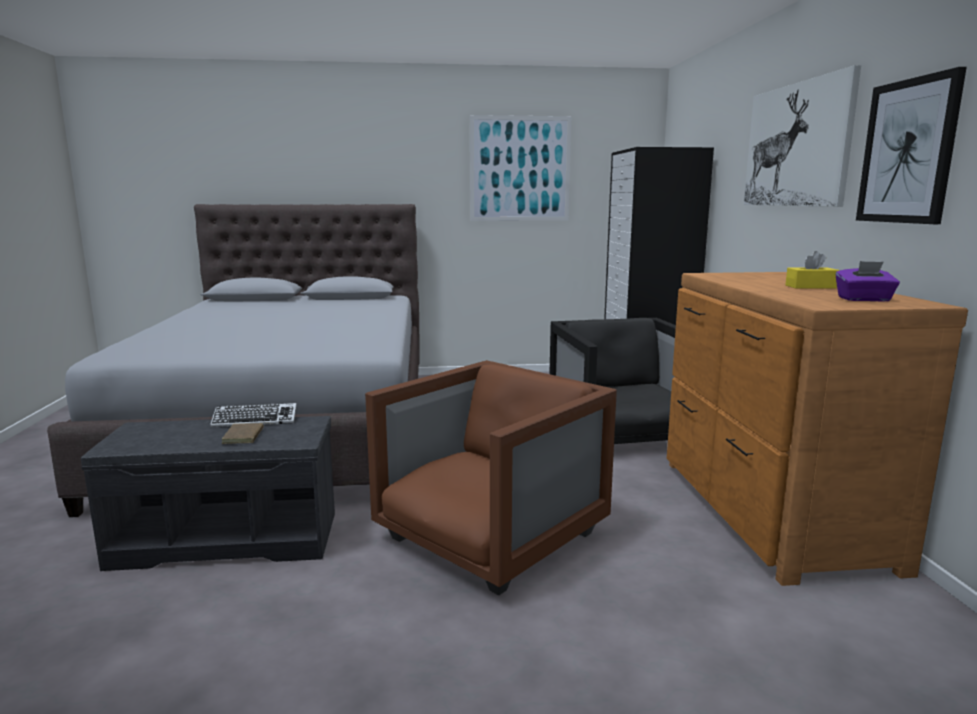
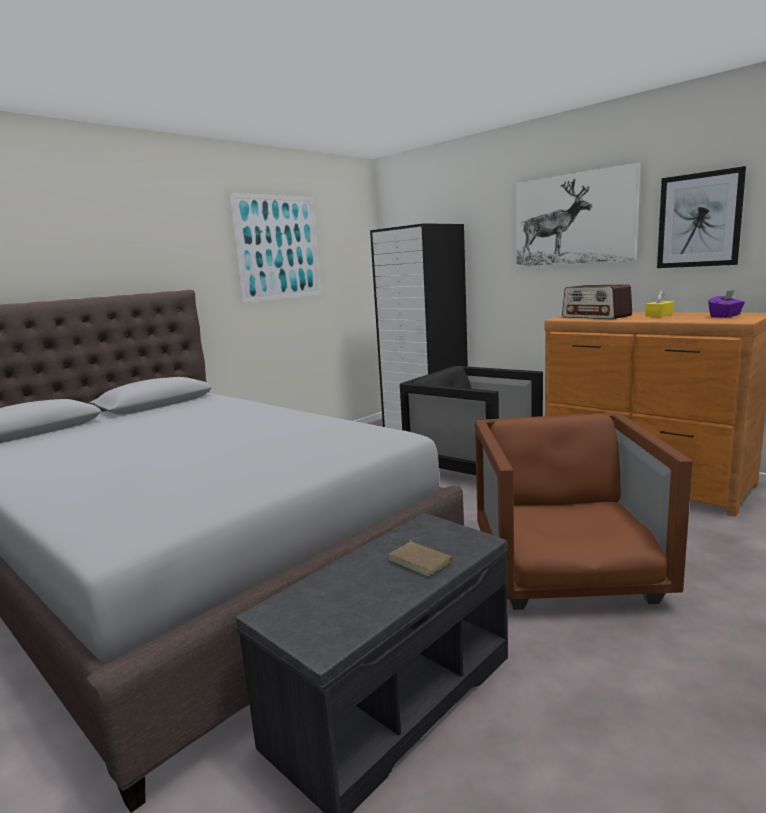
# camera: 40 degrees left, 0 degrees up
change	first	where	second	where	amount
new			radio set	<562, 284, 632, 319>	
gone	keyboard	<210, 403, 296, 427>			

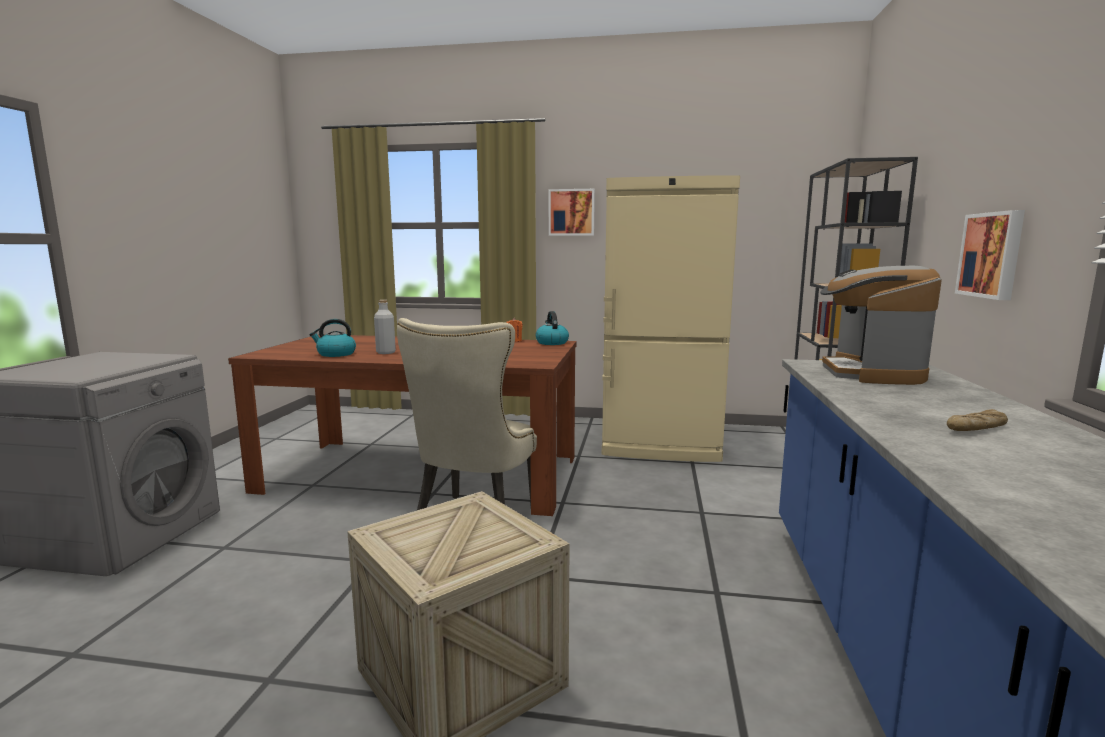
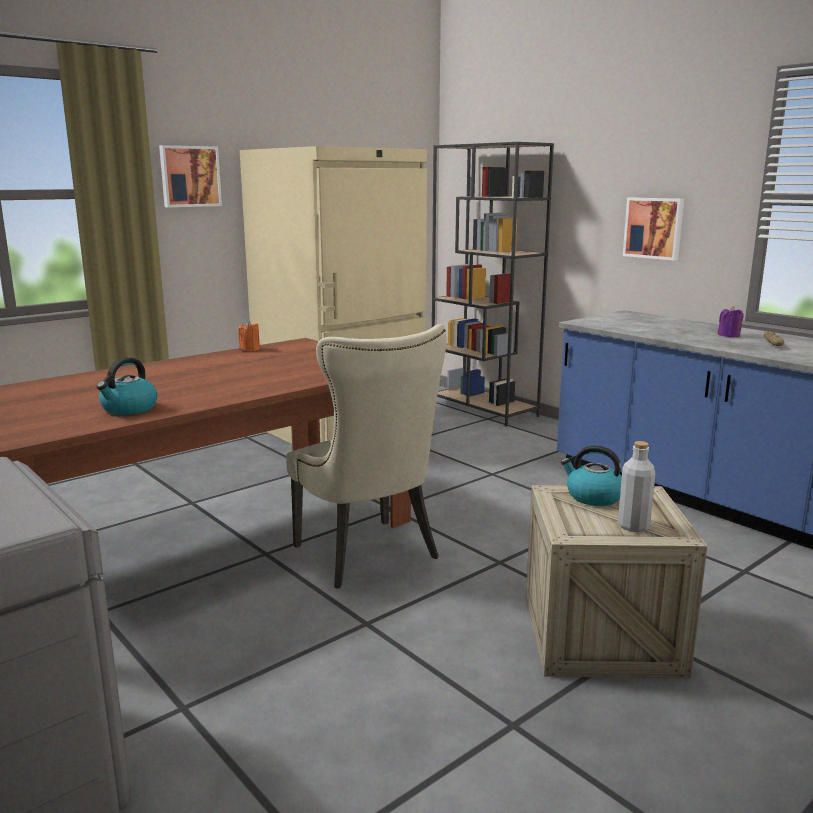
# camera: 50 degrees left, 5 degrees up
change	first	where	second	where	amount
shifted	tea kettle	<536, 311, 569, 345>		<561, 445, 622, 506>	
shifted	greyish drink bottle	<374, 300, 396, 354>		<618, 441, 655, 532>	
new			purple candle	<718, 306, 744, 337>	
gone	coffee maker	<820, 266, 942, 385>			

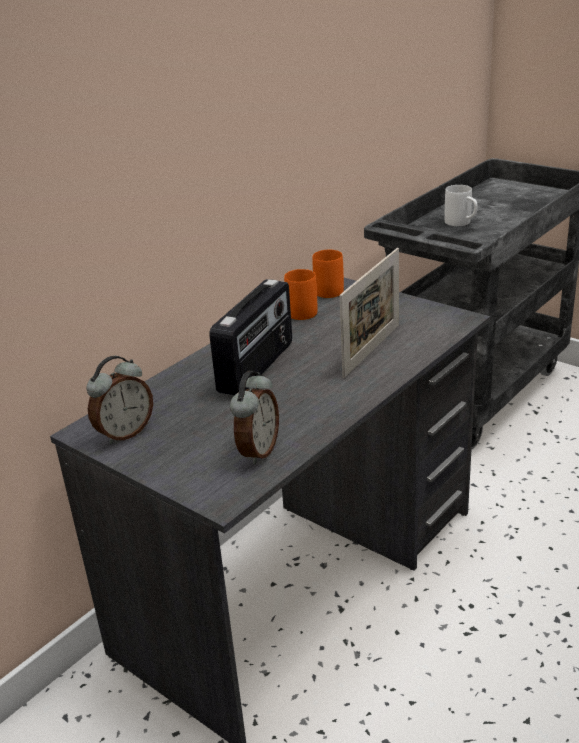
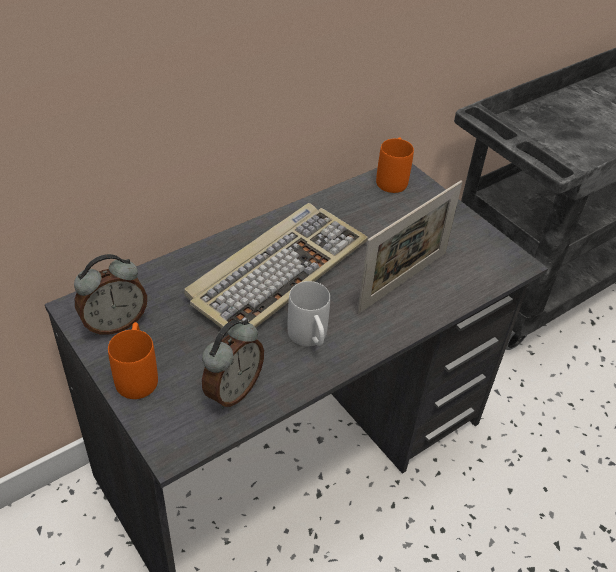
# camera: 10 degrees right, 15 degrees up
change	first	where	second	where	amount
shifted	orange-coloured mug	<284, 269, 318, 320>		<108, 322, 158, 399>	
swapped	radio set	<209, 279, 292, 396>	keyboard	<184, 203, 368, 329>	
shifted	white mug	<444, 185, 478, 226>		<287, 281, 330, 346>	

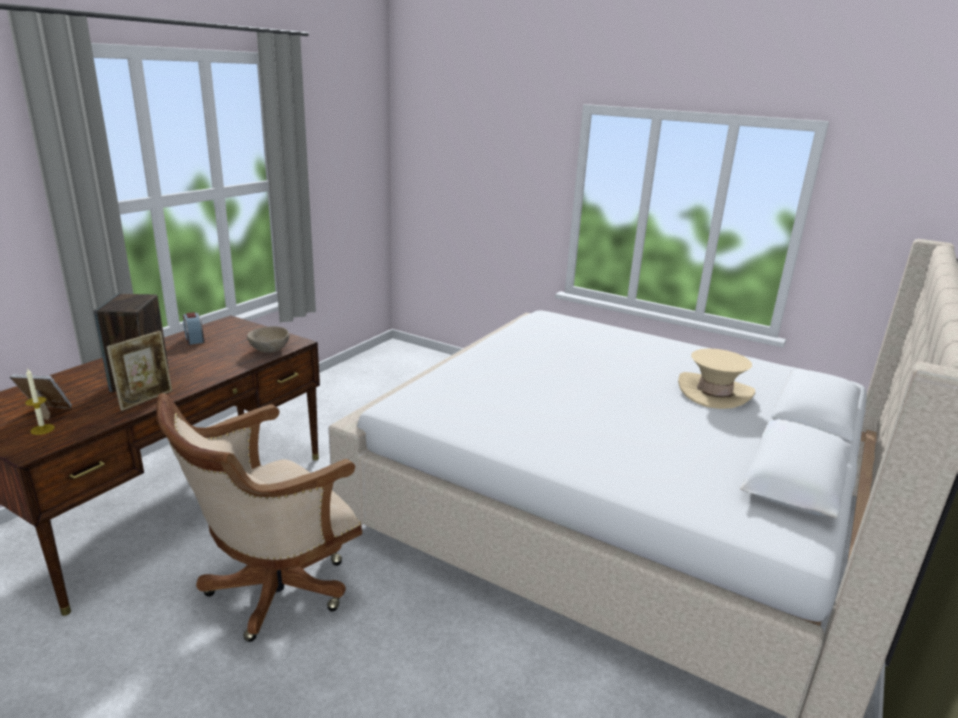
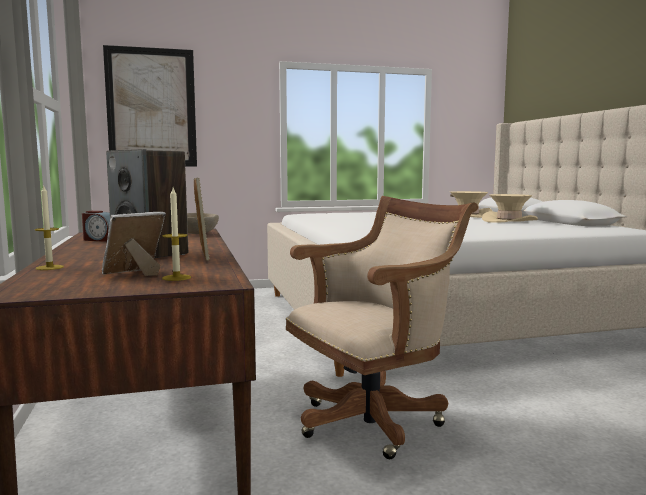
# camera: 45 degrees left, 15 degrees down
change	first	where	second	where	amount
new			candle	<35, 186, 64, 270>	
new			picture	<103, 45, 197, 166>	
rotated	office chair	<156, 393, 362, 642>		<286, 196, 478, 459>	120 degrees counterclockwise
new			sand-coloured clothing hat	<482, 194, 538, 223>	

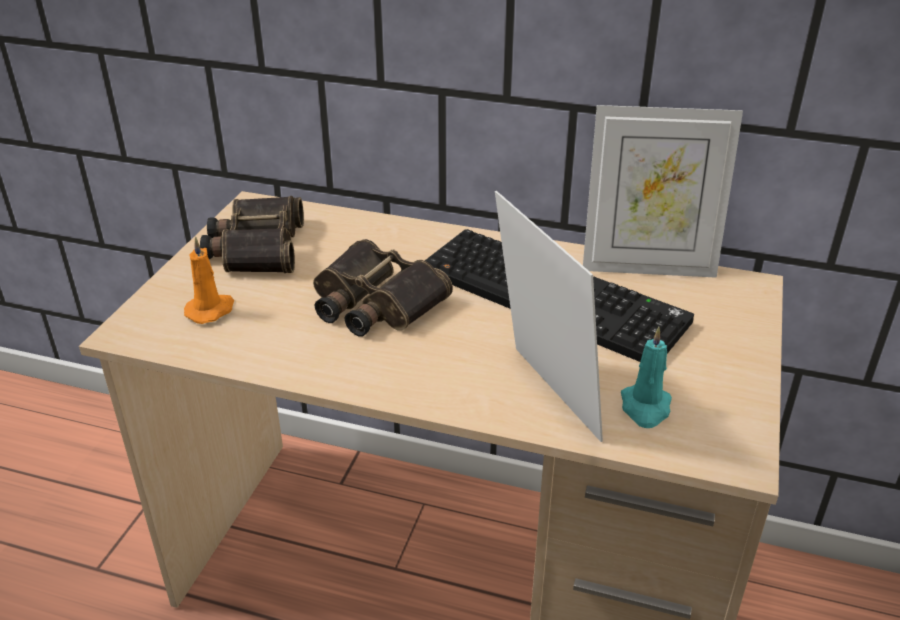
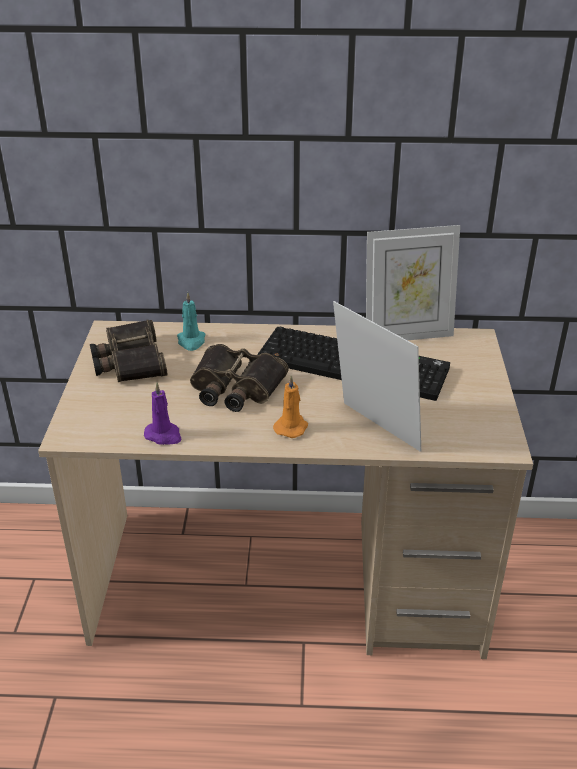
# camera: 15 degrees left, 0 degrees up
change	first	where	second	where	amount
new			purple candle	<144, 382, 182, 445>	
shifted	blue-green candle	<621, 327, 672, 428>		<177, 292, 205, 351>	
shifted	orange-coloured candle	<184, 236, 234, 324>		<273, 375, 308, 438>	

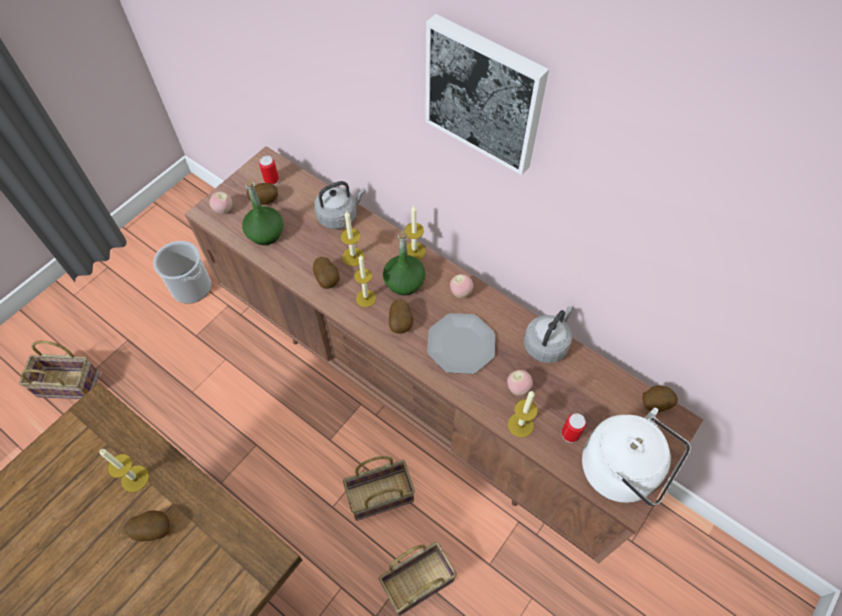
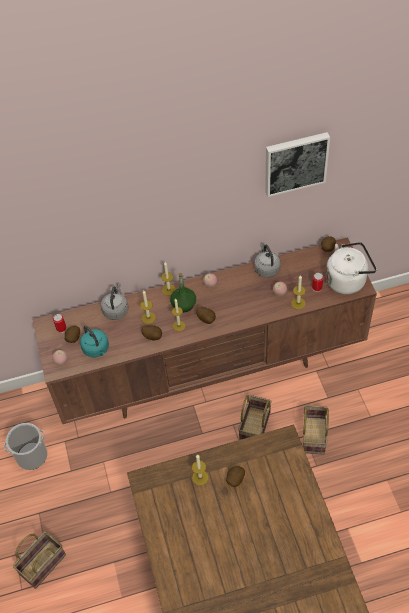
# camera: 50 degrees left, 5 degrees down
change	first	where	second	where	amount
swapped	greenish drink bottle	<242, 179, 283, 245>	blue-green tea kettle	<80, 326, 109, 358>	
shifted	picture	<425, 14, 549, 175>		<265, 132, 330, 197>	
gone	plate	<427, 313, 495, 374>			

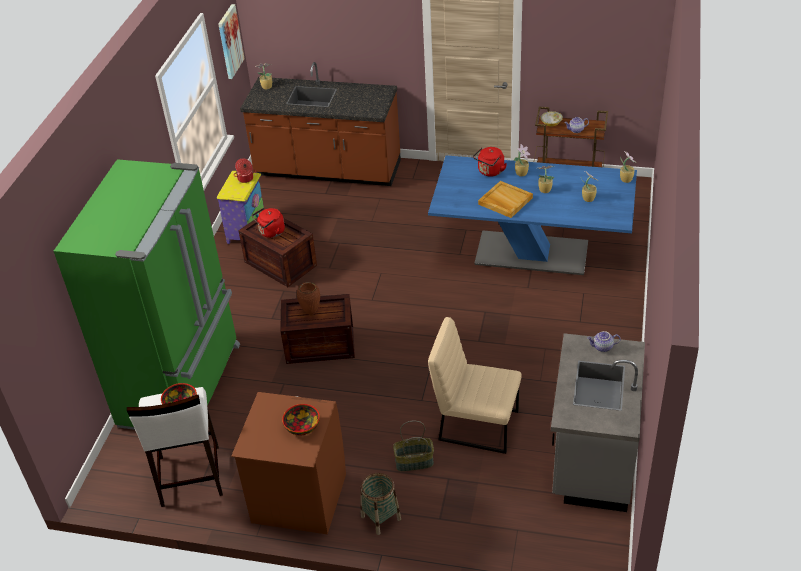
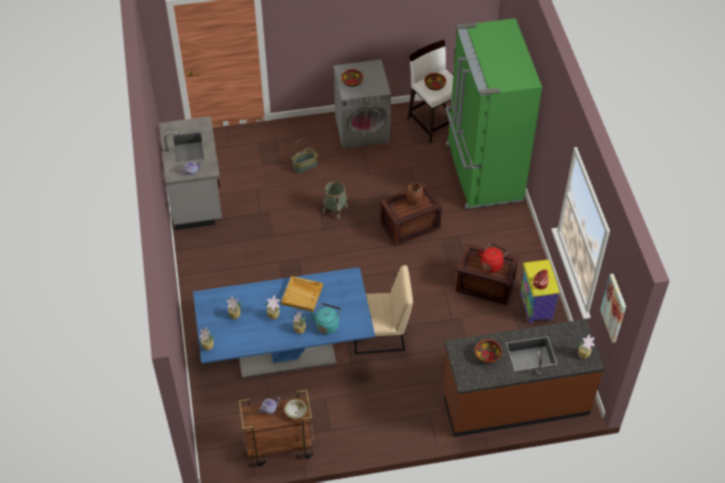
# camera: 155 degrees right, 10 degrees up
change	first	where	second	where	amount
repainted	reddish tea kettle	<473, 147, 507, 177>	blue-green tea kettle	<311, 303, 342, 334>	
shifted	storage basket	<360, 473, 401, 535>		<323, 181, 348, 219>	
repainted	brownish laundry machine	<231, 392, 346, 535>	greyish laundry machine	<333, 59, 391, 149>	
shifted	sand-coloured upright chair	<428, 317, 522, 454>		<355, 265, 413, 354>	
new			deep dish	<475, 340, 502, 363>	

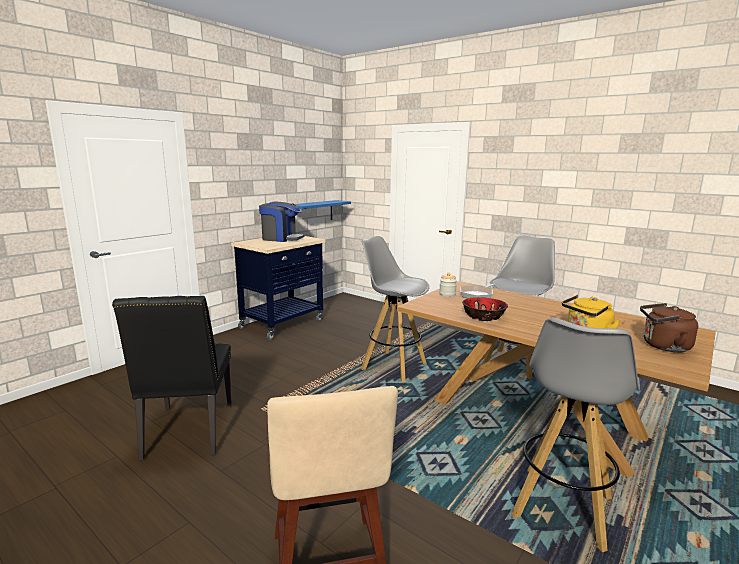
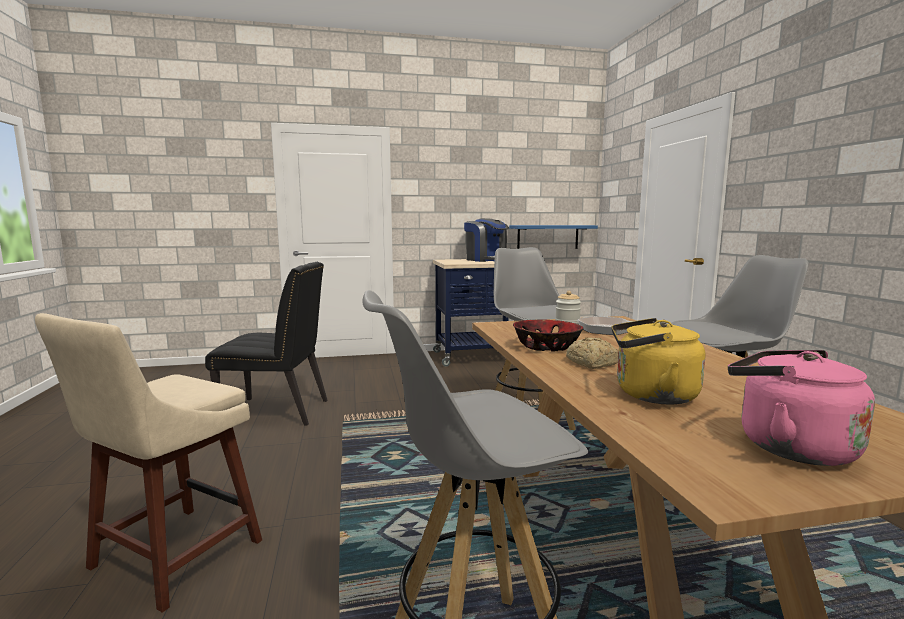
# camera: 40 degrees right, 5 degrees down
change	first	where	second	where	amount
rotated	blackish upright chair	<112, 296, 232, 461>		<205, 262, 327, 426>	120 degrees counterclockwise
new			baked bread	<566, 338, 619, 369>	
repainted	brownish tea kettle	<640, 303, 698, 352>	pink-coloured tea kettle	<728, 350, 875, 466>	

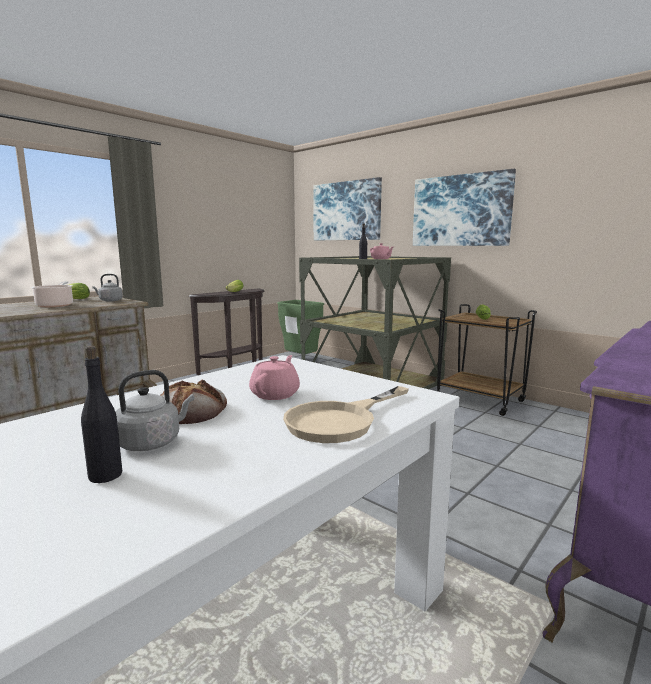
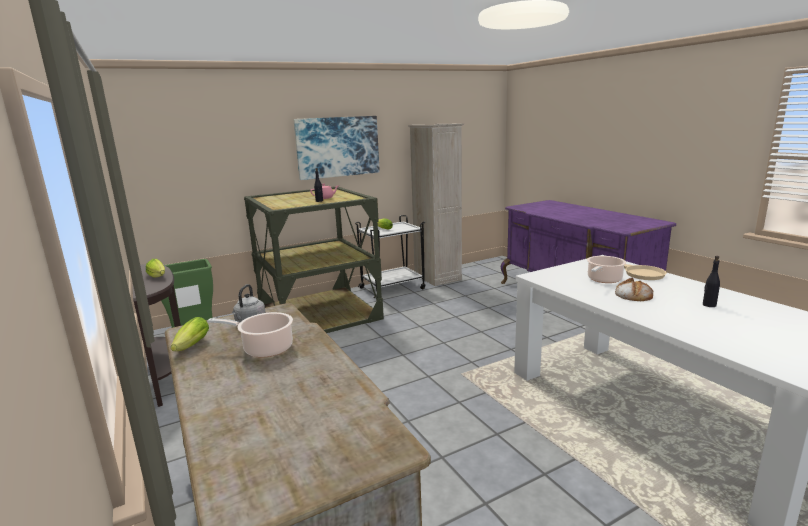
# camera: 70 degrees left, 5 degrees up
change	first	where	second	where	amount
repainted	brownish cart	<437, 304, 537, 416>	white cart	<355, 215, 425, 299>	
new			sand-coloured storage cabinet	<408, 123, 464, 286>	
swapped	pink-coloured pot for tea	<249, 355, 300, 400>	cooking pot	<587, 256, 626, 283>	
gone	greyish tea kettle	<116, 370, 194, 451>			
gone	picture	<313, 177, 382, 240>			

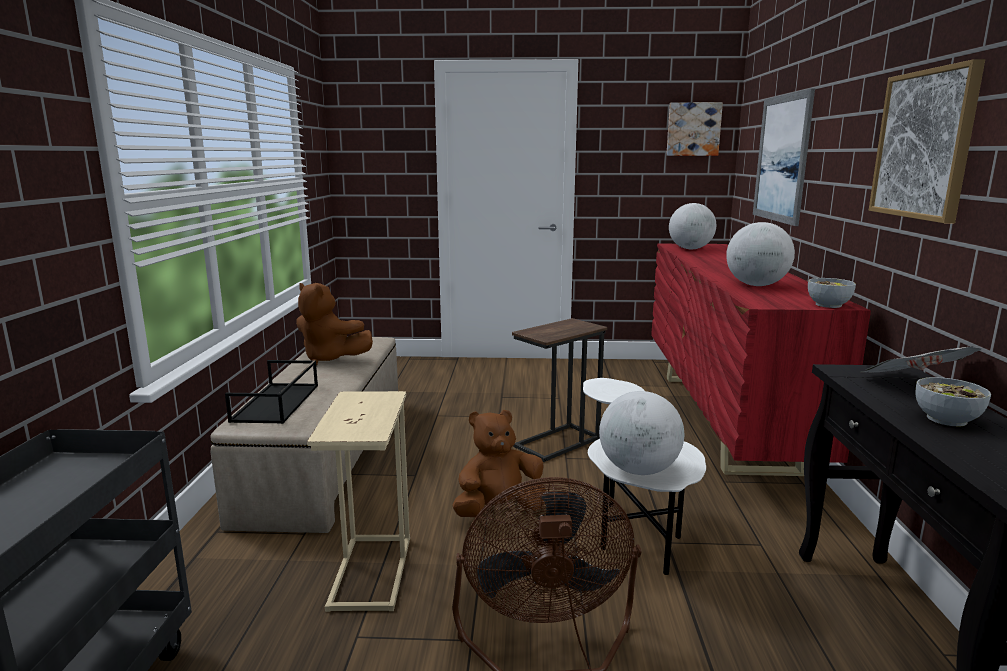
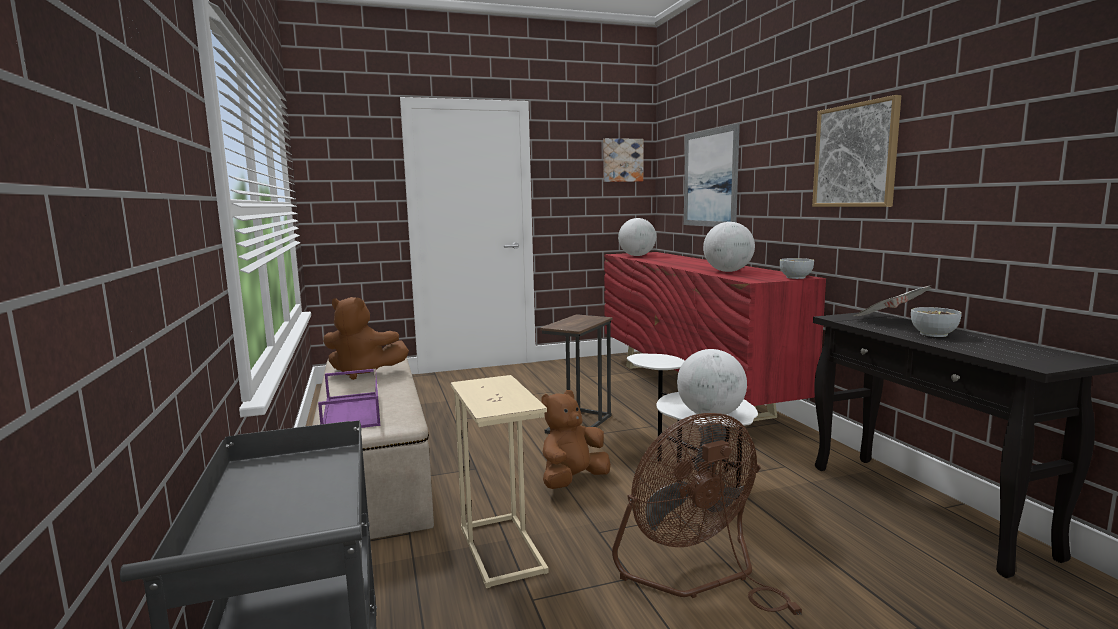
# camera: 20 degrees left, 5 degrees down
change	first	where	second	where	amount
repainted	blackish tray	<225, 360, 318, 424>	purple tray	<318, 369, 380, 428>	

